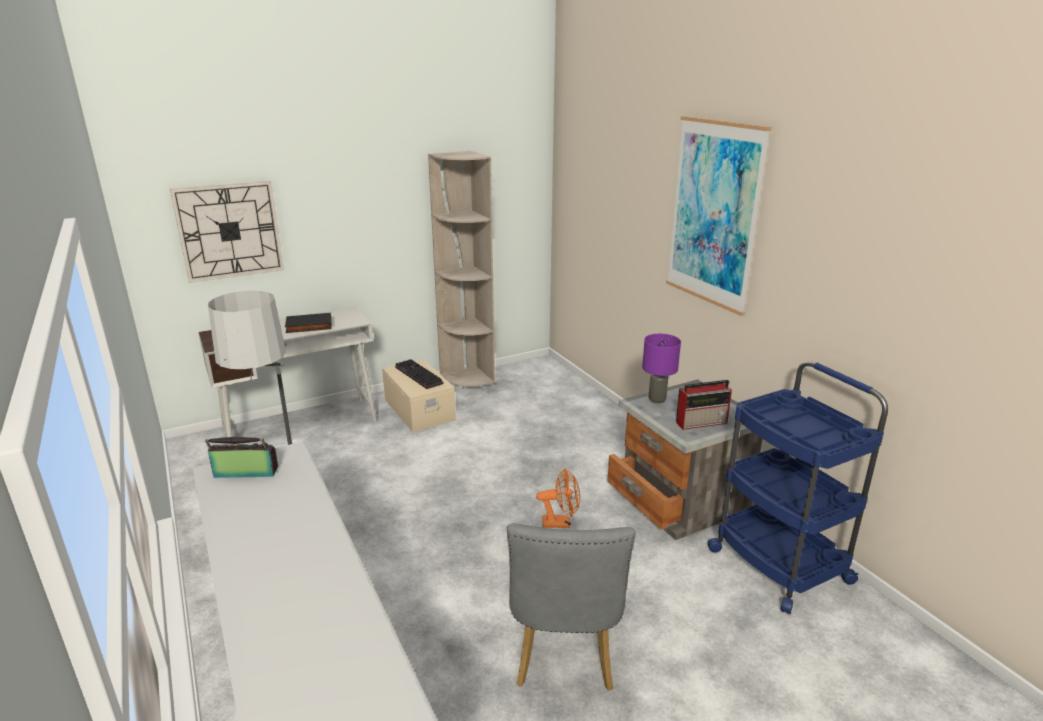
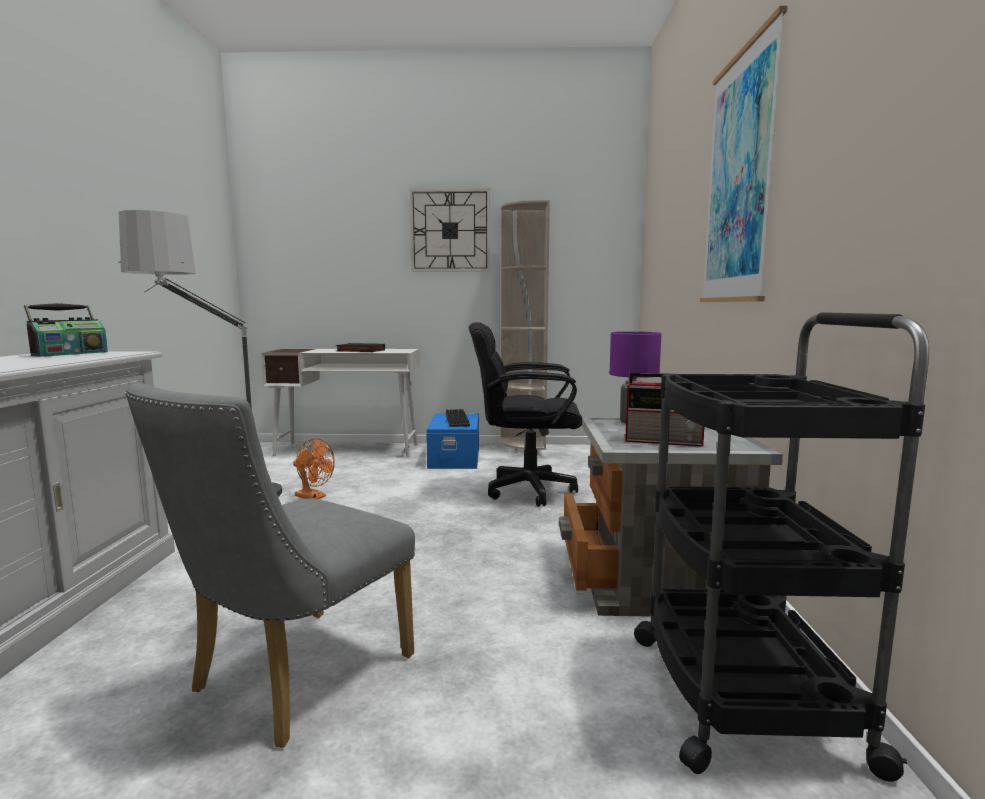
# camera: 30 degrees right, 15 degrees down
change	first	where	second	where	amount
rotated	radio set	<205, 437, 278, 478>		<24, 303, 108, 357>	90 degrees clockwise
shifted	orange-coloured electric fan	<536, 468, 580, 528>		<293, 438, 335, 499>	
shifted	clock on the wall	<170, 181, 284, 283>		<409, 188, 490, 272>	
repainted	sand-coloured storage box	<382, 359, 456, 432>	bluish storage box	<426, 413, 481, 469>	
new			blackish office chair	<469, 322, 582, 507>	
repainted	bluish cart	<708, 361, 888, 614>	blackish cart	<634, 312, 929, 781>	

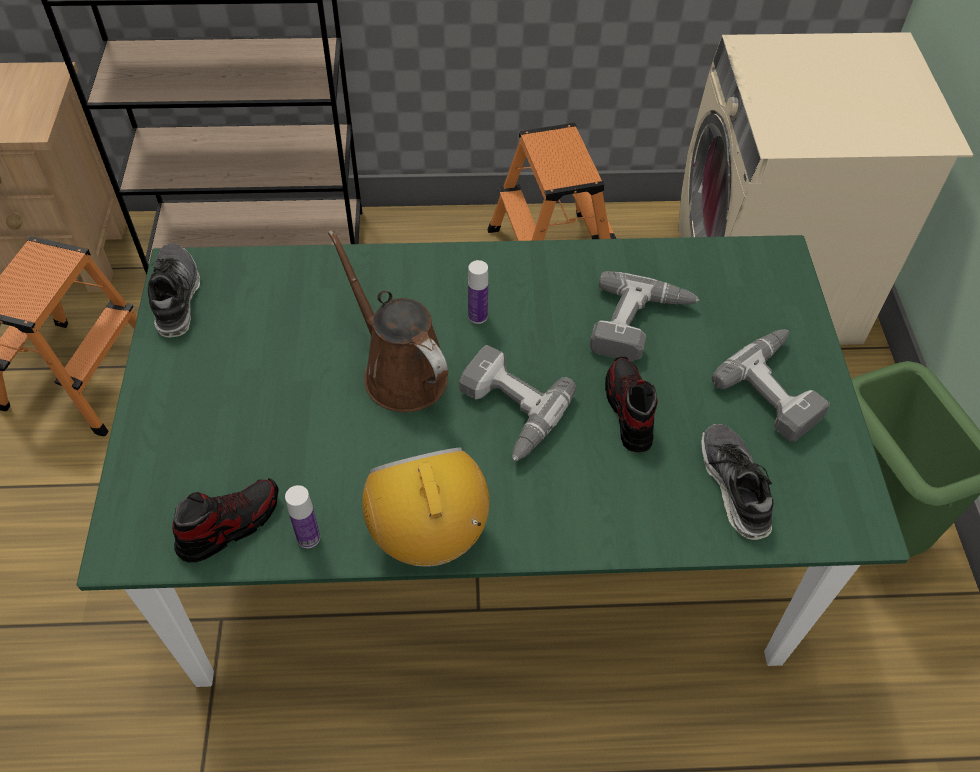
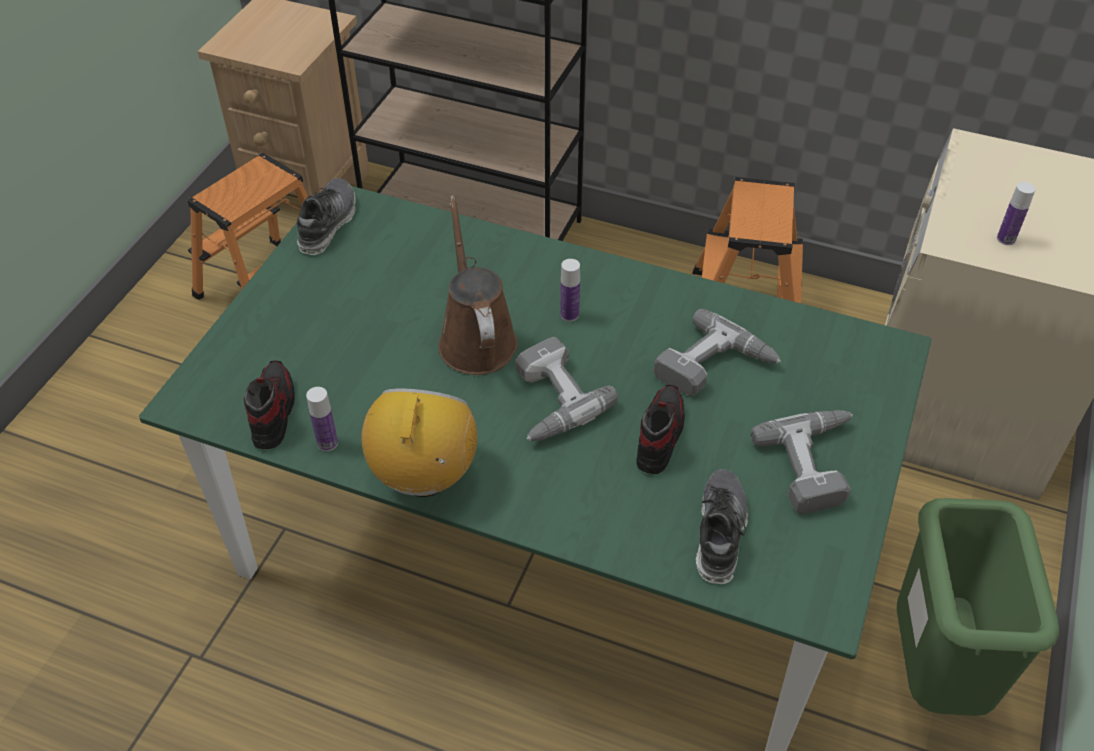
# camera: 25 degrees right, 5 degrees down
change	first	where	second	where	amount
rotated	low shoe	<172, 478, 279, 563>		<244, 360, 295, 449>	75 degrees counterclockwise
new			drink bottle	<997, 182, 1036, 245>	

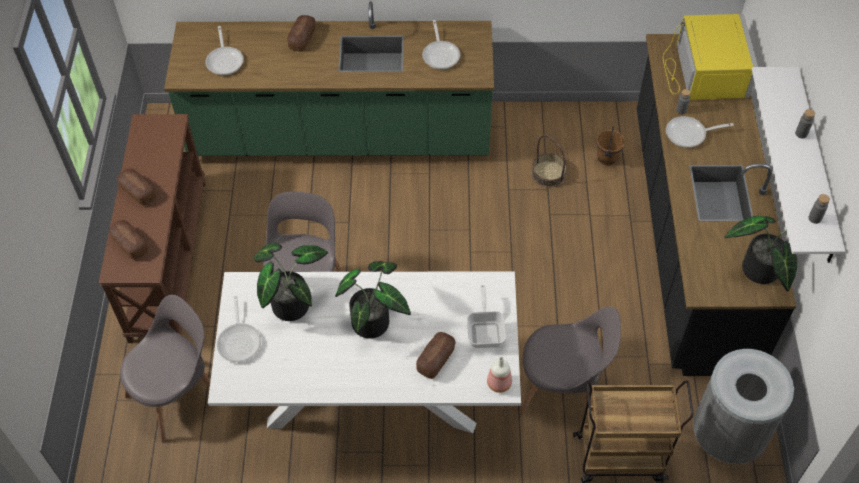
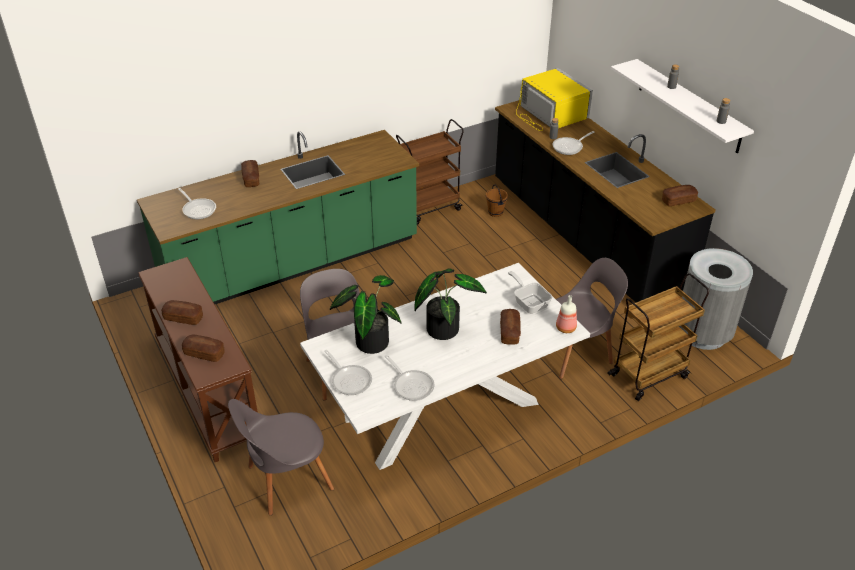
# camera: 30 degrees left, 15 degrees down
change	first	where	second	where	amount
rotated	greyish upright chair	<120, 295, 211, 442>		<228, 399, 334, 515>	135 degrees counterclockwise
shifted	frying pan	<422, 20, 460, 69>		<385, 355, 434, 401>	
new			brownish cart	<396, 119, 463, 225>	
swapped	potted plant	<724, 216, 797, 292>	baked bread	<662, 185, 698, 206>	
gone	storage basket	<532, 135, 567, 188>			

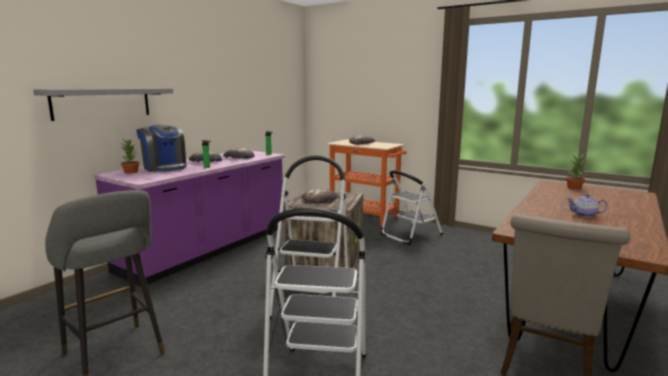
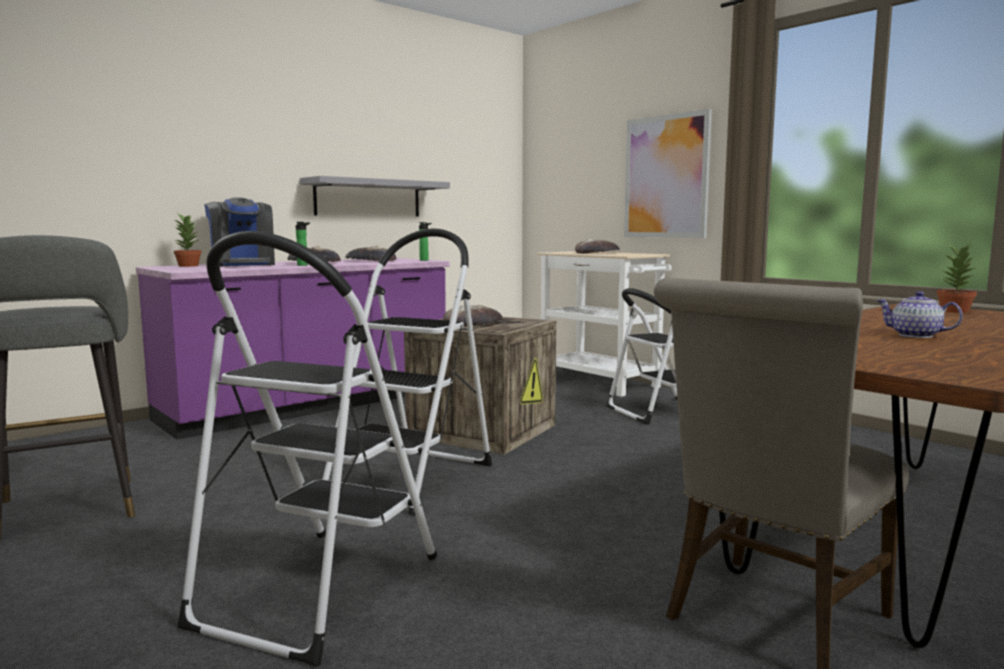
# camera: 15 degrees right, 5 degrees down
change	first	where	second	where	amount
shifted	greyish bracket shelf	<33, 88, 173, 121>		<300, 176, 450, 216>	
repainted	orange-coloured cart	<327, 139, 406, 226>	white cart	<537, 251, 672, 397>	
new			picture	<624, 109, 712, 238>	

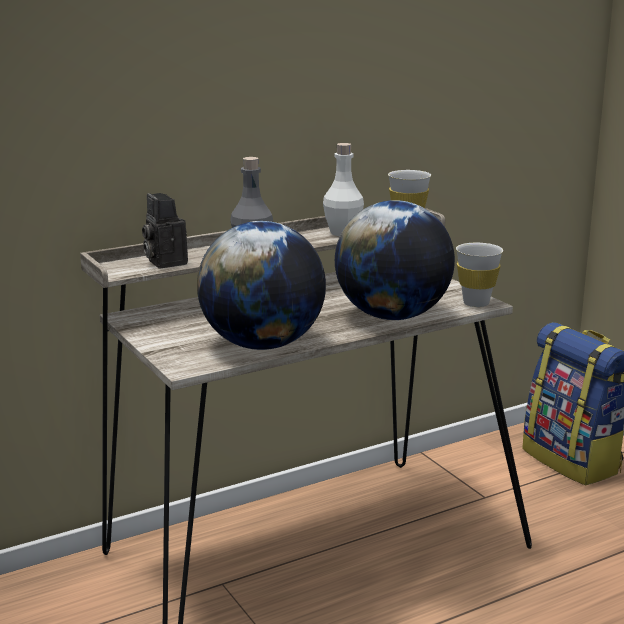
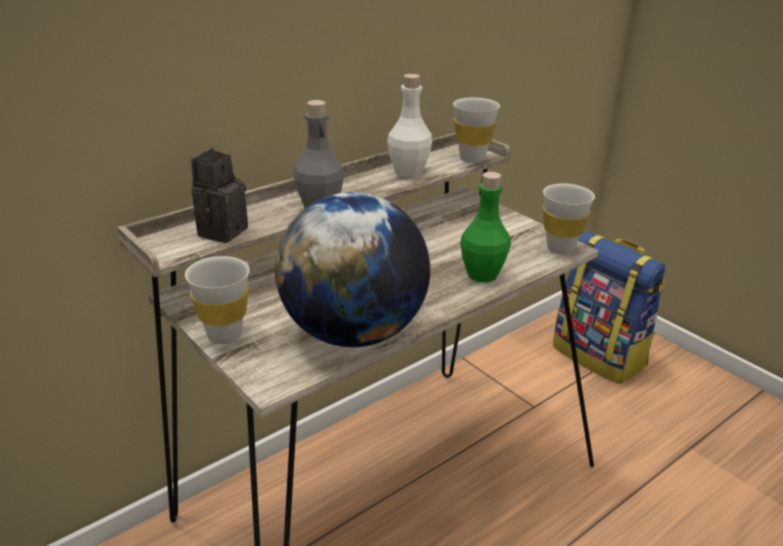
# camera: 10 degrees left, 10 degrees up
change	first	where	second	where	amount
new			white small cup	<185, 256, 250, 344>	
rotated	still camera	<142, 193, 188, 268>		<191, 148, 248, 243>	60 degrees clockwise
swapped	globe	<335, 200, 455, 320>	greenish drink bottle	<460, 172, 511, 282>	

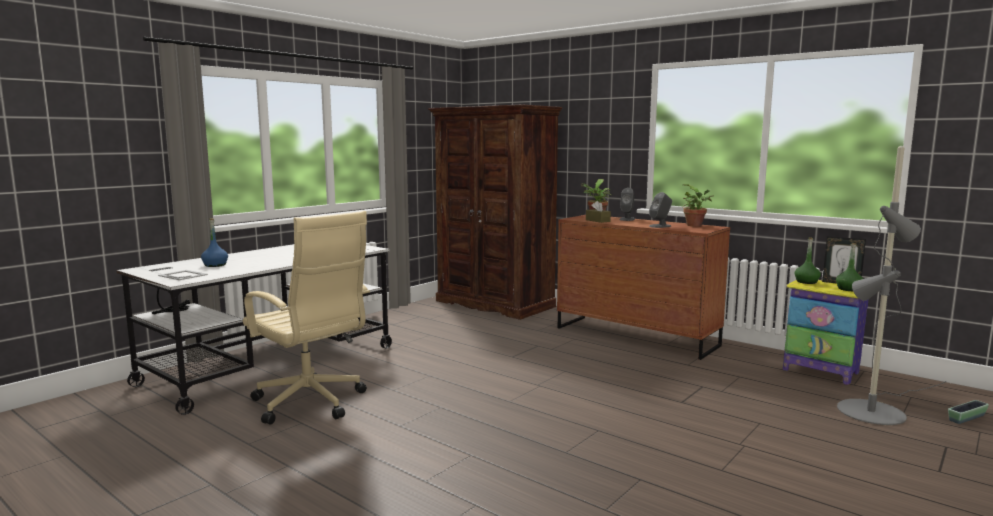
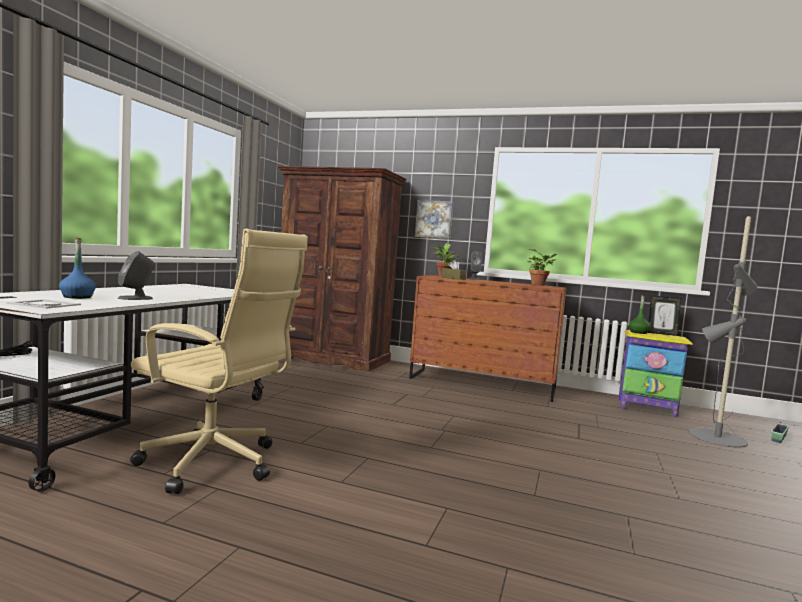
# camera: 20 degrees left, 5 degrees down
change	first	where	second	where	amount
shifted	greyish speaker	<649, 192, 672, 228>		<118, 251, 155, 300>	
new			picture	<415, 200, 454, 239>	
gone	greenish drink bottle	<836, 243, 863, 291>			

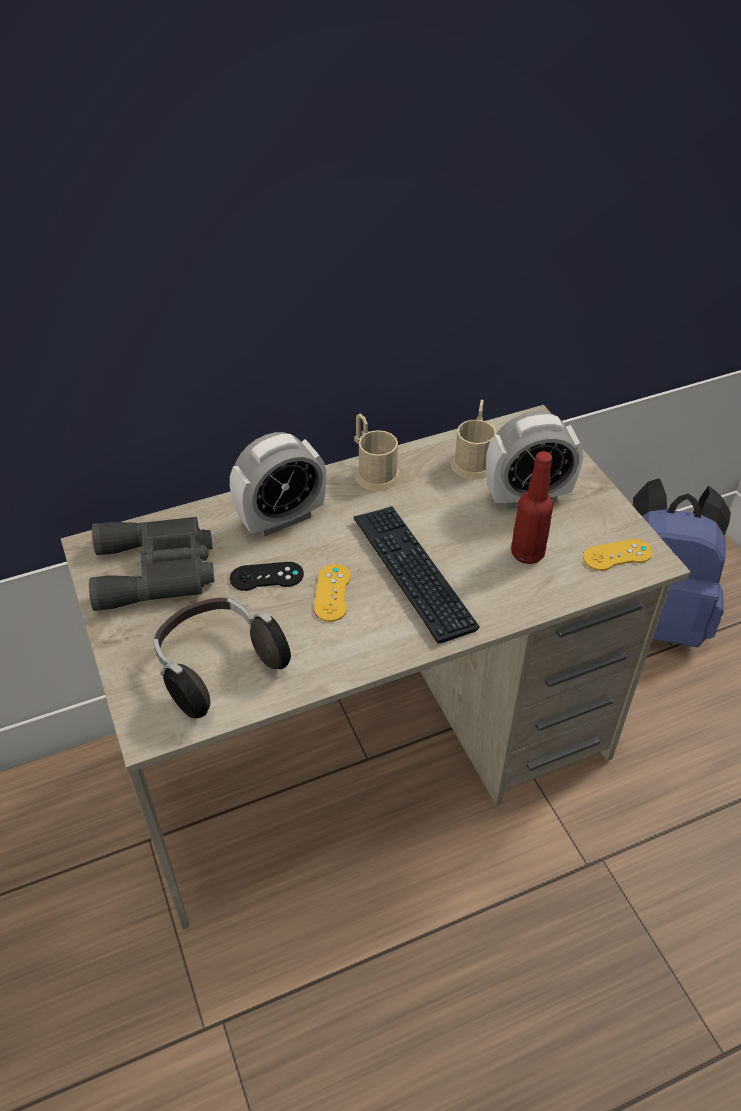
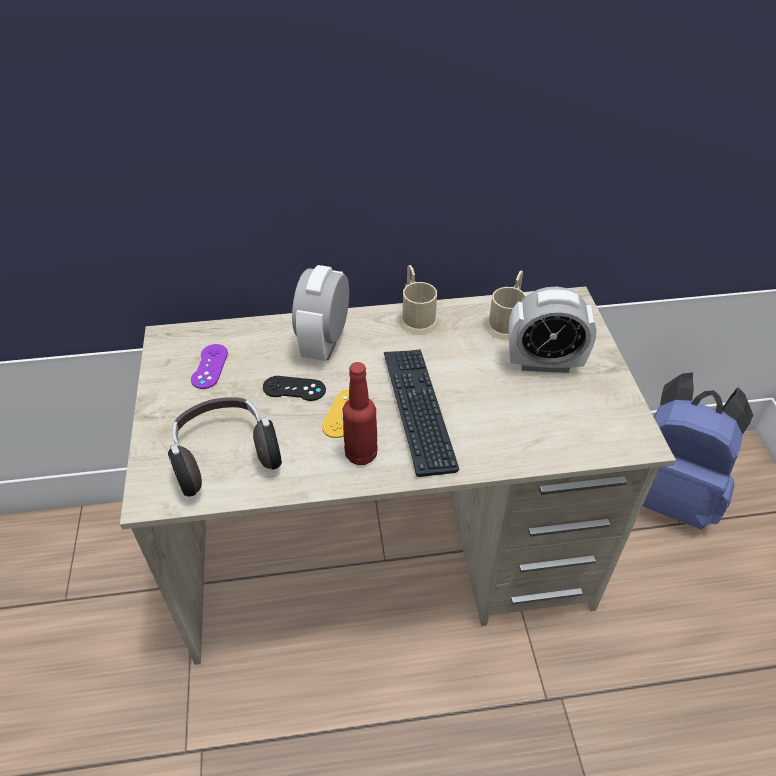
# camera: 15 degrees right, 0 degrees up
change	first	where	second	where	amount
swapped	greyish binoculars	<89, 517, 215, 611>	purple gamepad	<191, 344, 228, 389>	
rotated	bedside clock	<230, 432, 326, 537>		<292, 265, 349, 361>	120 degrees clockwise
shifted	reddish drink bottle	<511, 451, 554, 564>		<343, 362, 378, 465>	
gone	yellow gamepad	<583, 539, 653, 571>			

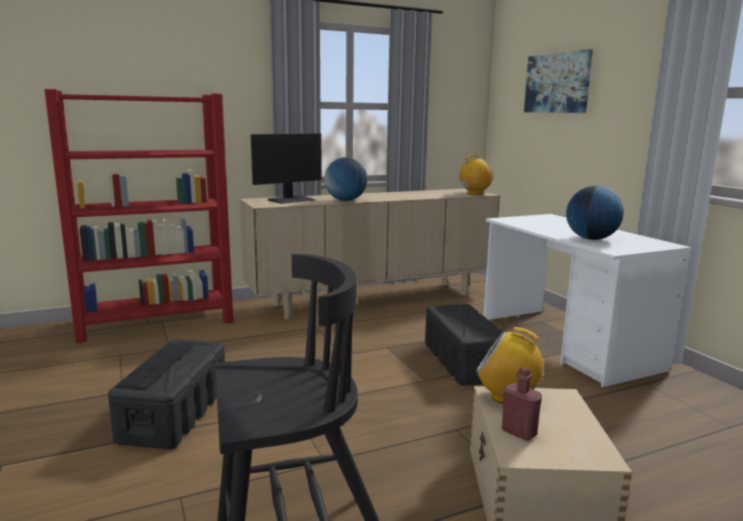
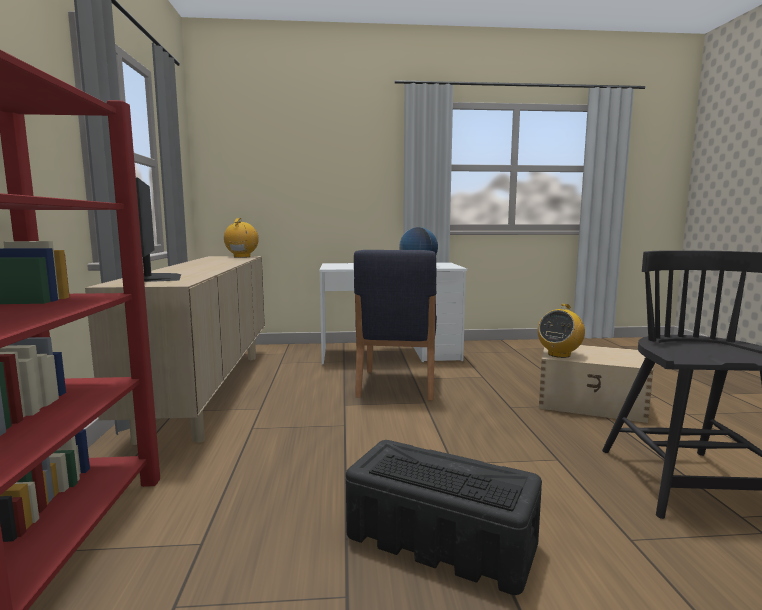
# camera: 70 degrees left, 5 degrees down
change	first	where	second	where	amount
swapped	blackish storage box	<425, 304, 503, 385>	bluish upright chair	<354, 250, 437, 401>	
gone	globe	<324, 157, 367, 201>			
gone	reddish drink bottle	<502, 367, 542, 441>			
gone	picture	<524, 49, 593, 113>			

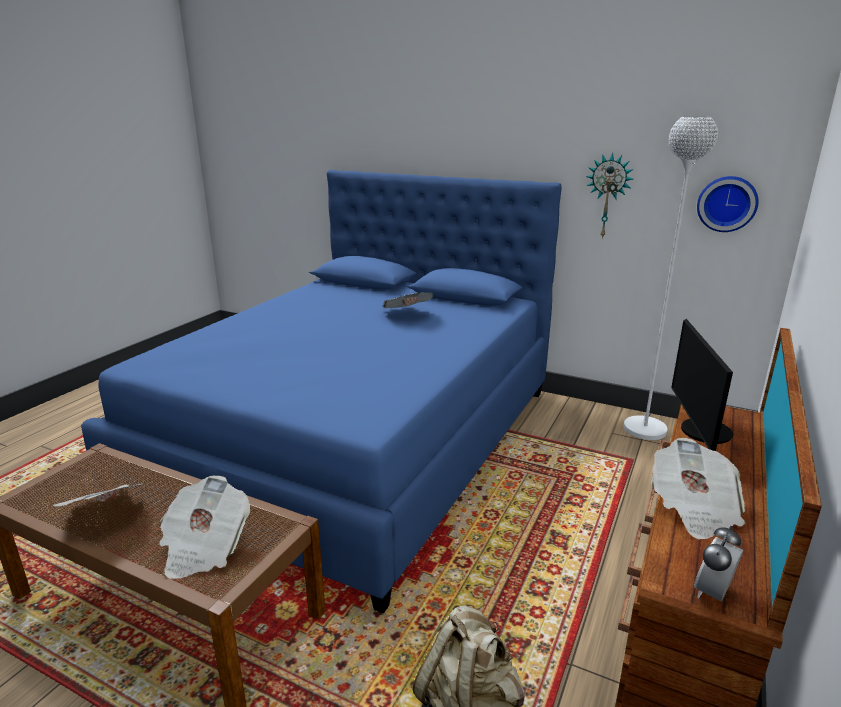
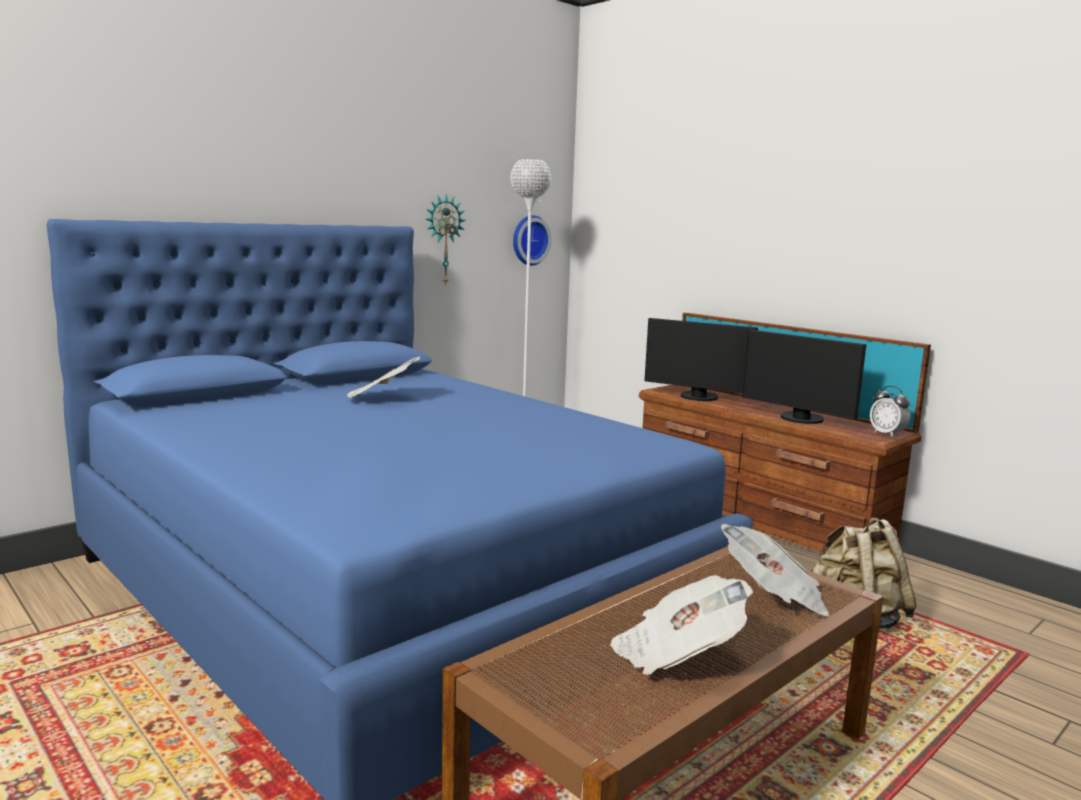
# camera: 70 degrees left, 10 degrees down
change	first	where	second	where	amount
swapped	newspaper	<651, 438, 745, 540>	monitor	<742, 329, 866, 424>	

